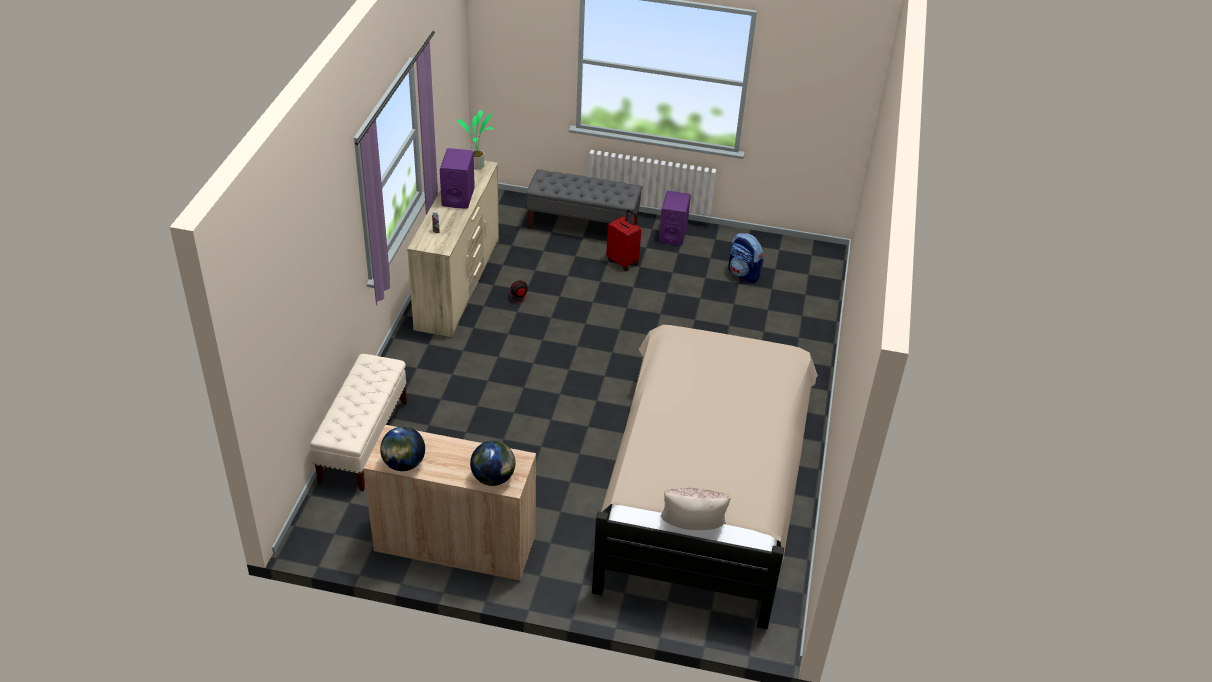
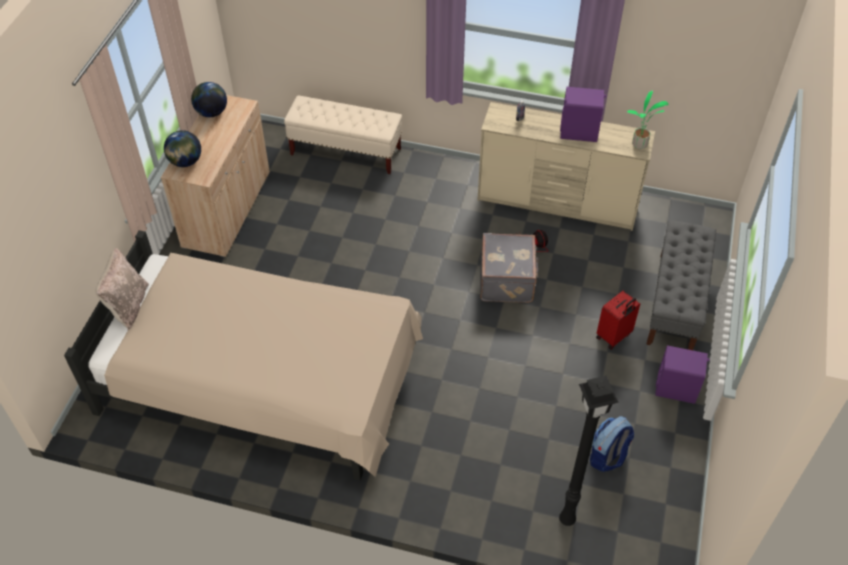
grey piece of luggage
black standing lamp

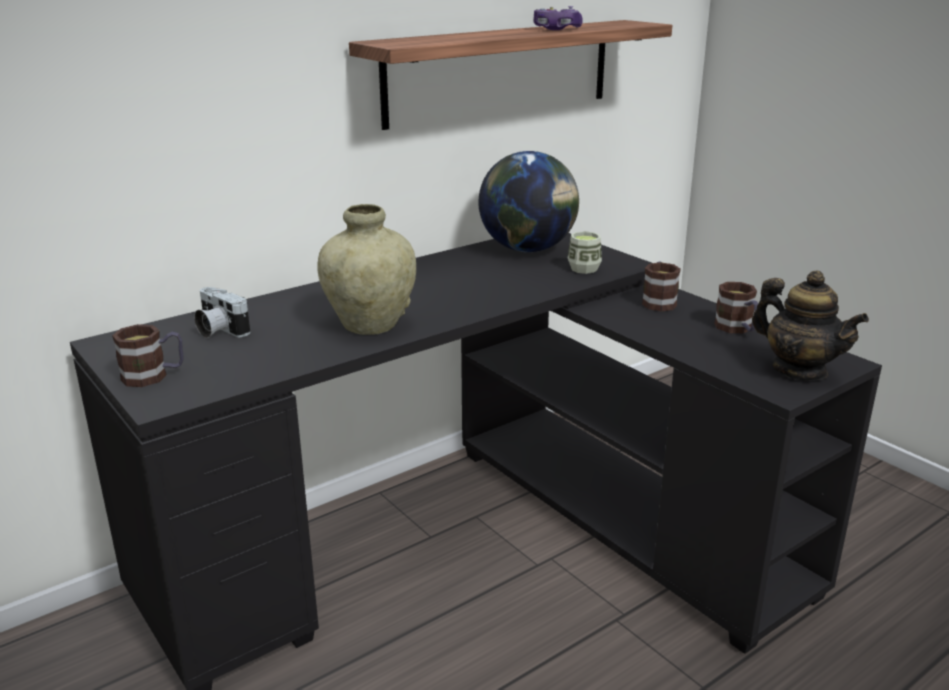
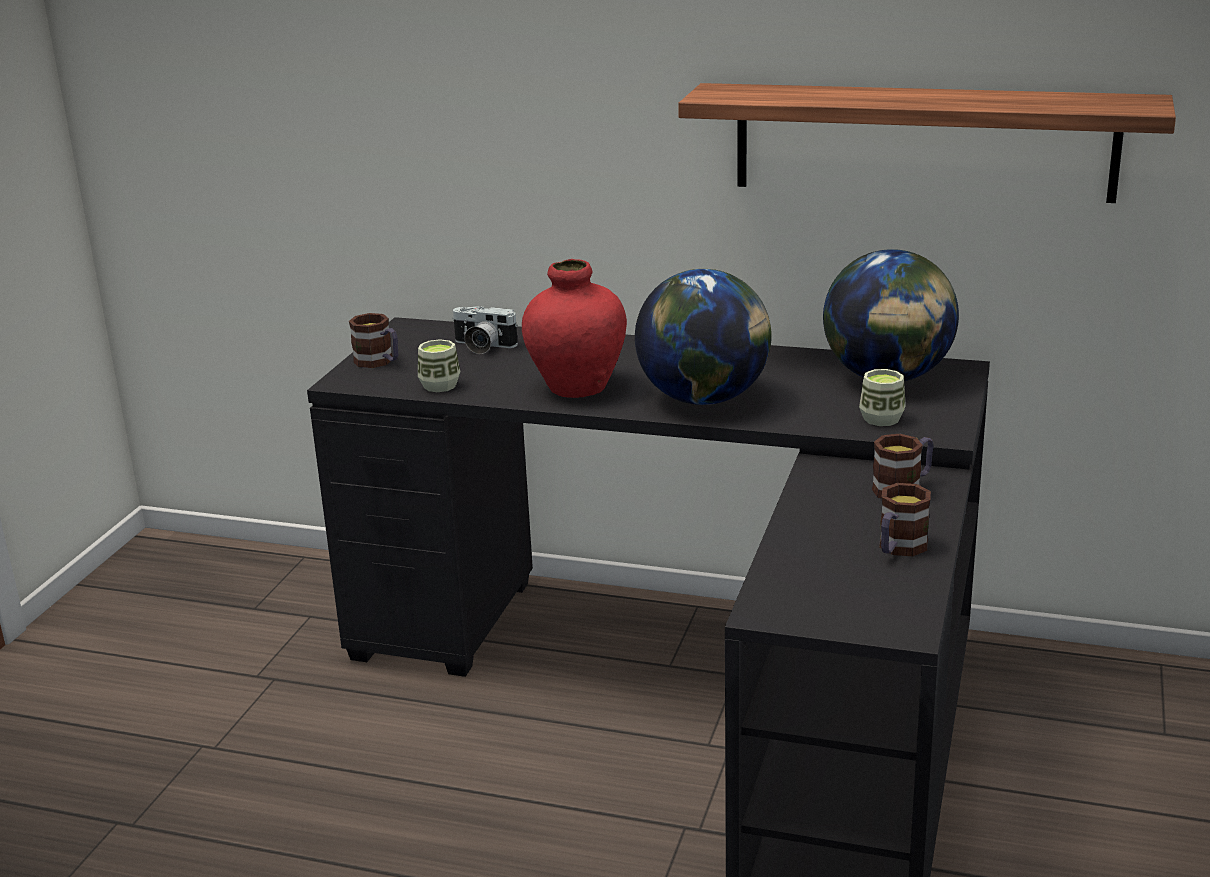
game controller
red-coloured decorative vase
tea pot
photo camera
desk globe (no. 1 from left)
drinking cup (no. 1 from left)

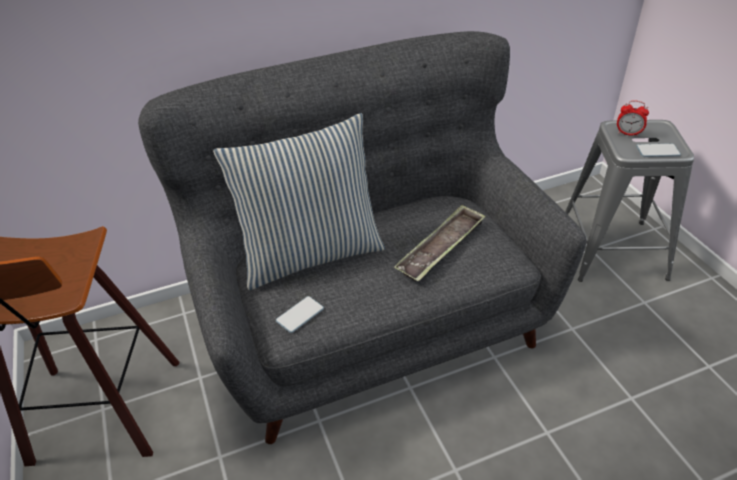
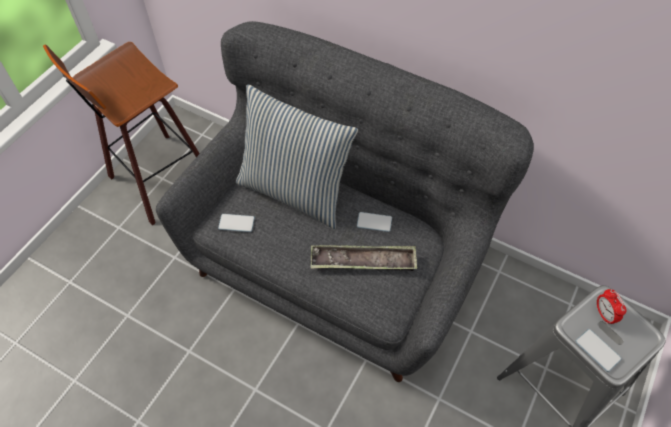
telephone (no. 2 from left)

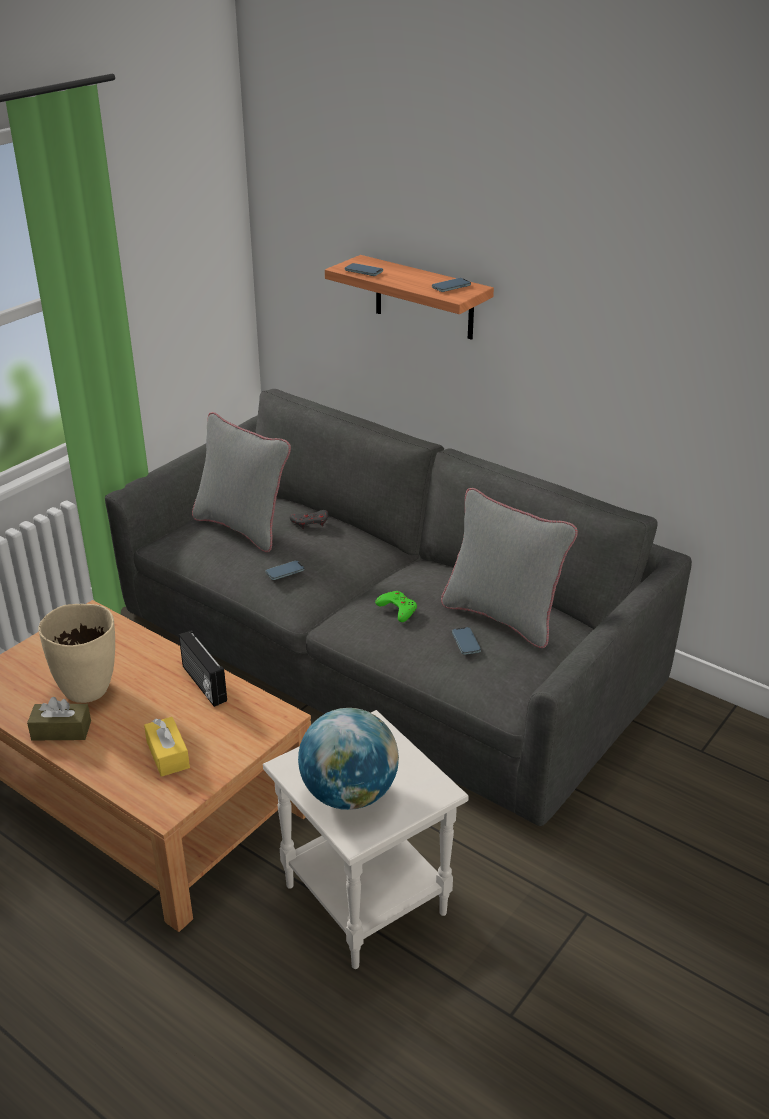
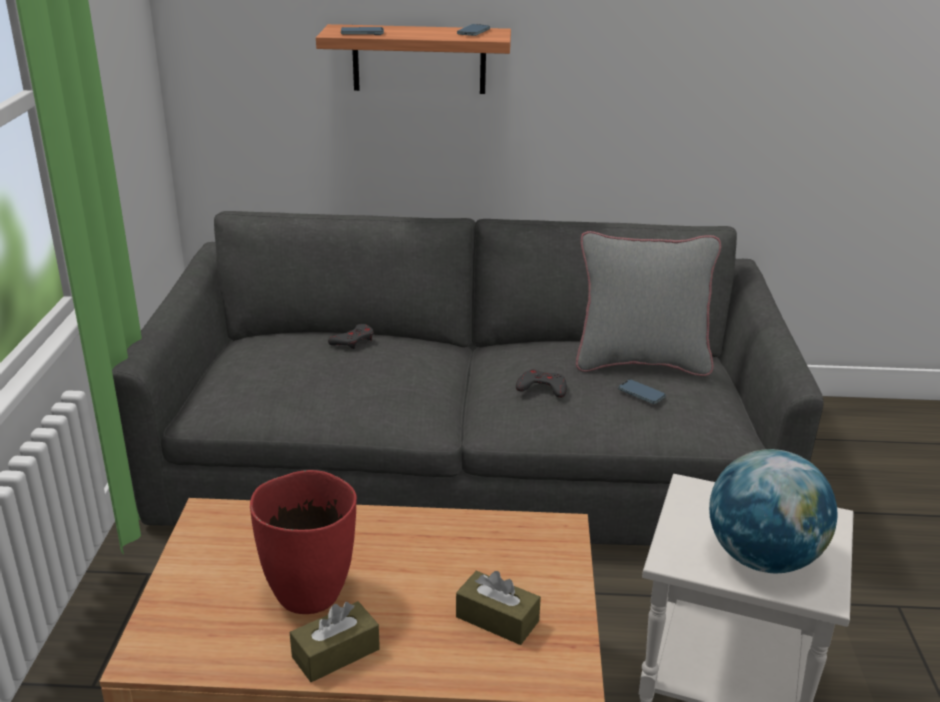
grey throw pillow (no. 1 from left in the first image)
telephone (no. 1 from left in the first image)
grey game controller (no. 2 from left)
red-coloured decorative vase
radio
brown-coloured tissue box (no. 2 from left)

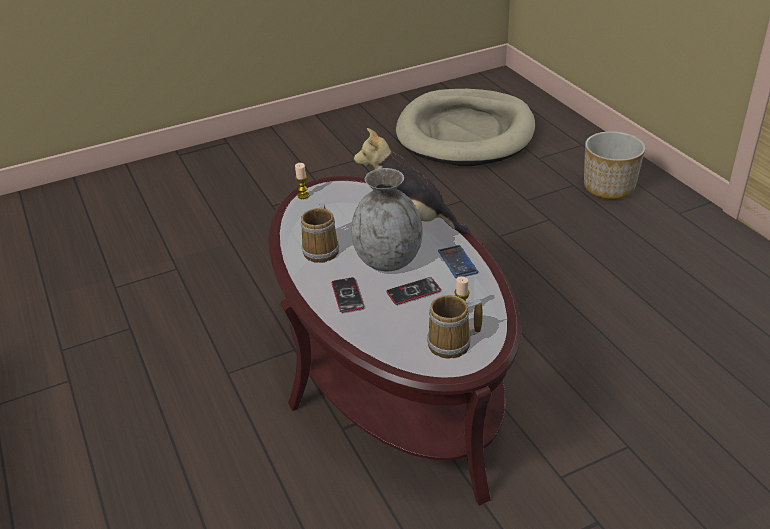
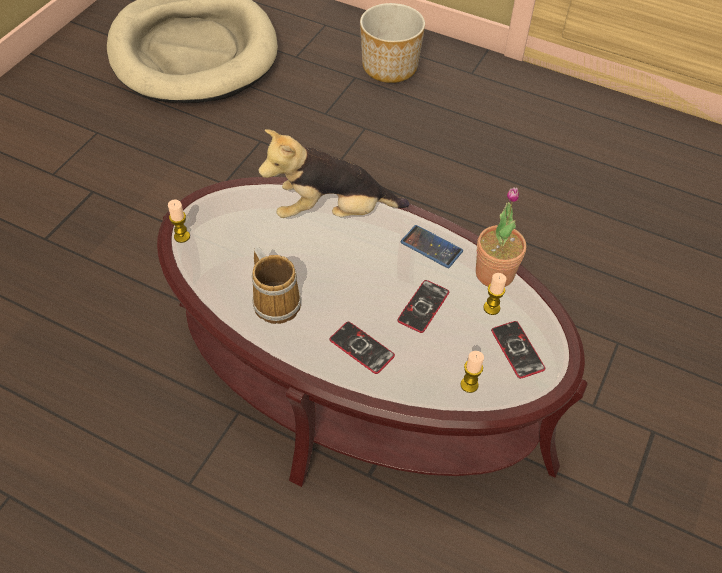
grey decorative vase
telephone (no. 4 from left)
plant in a pot
candle (no. 2 from left)

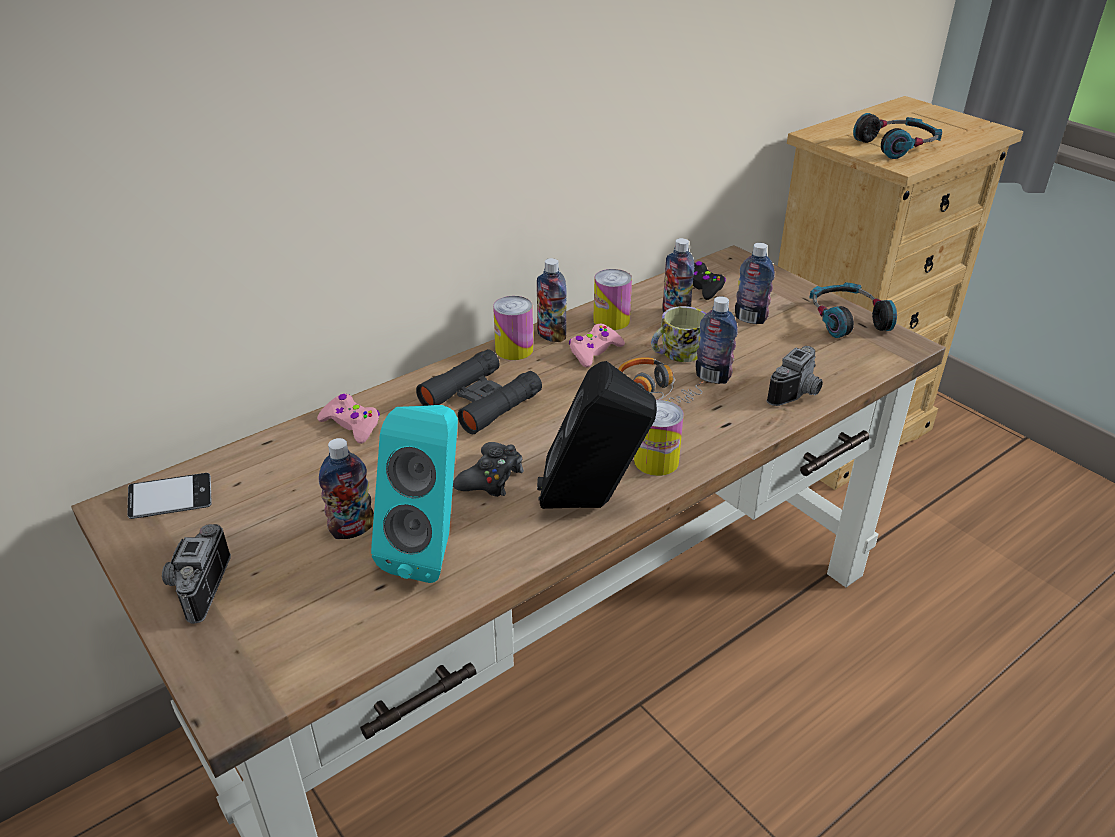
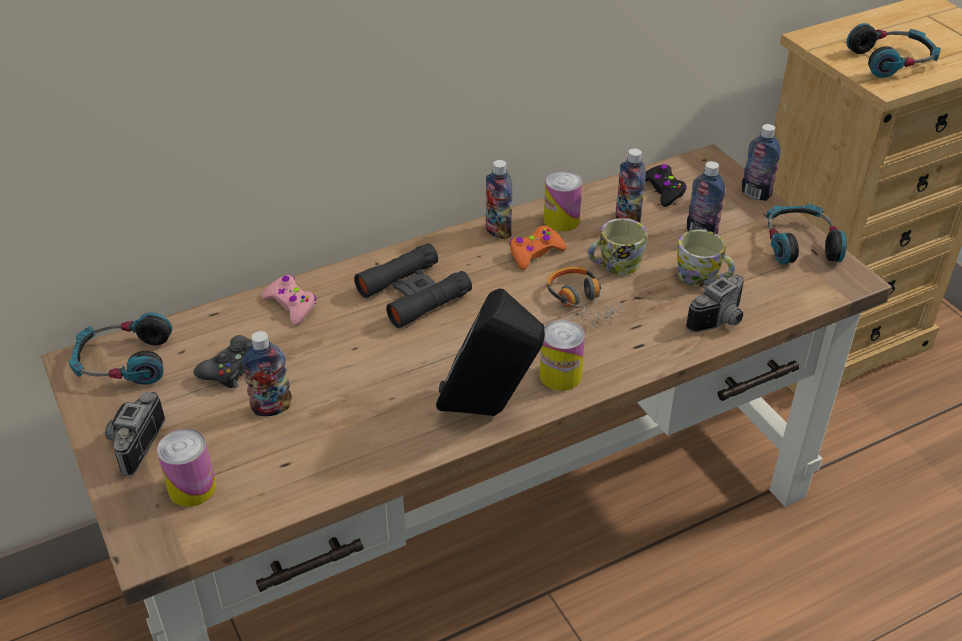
can (no. 1 from left)
beverage bottle (no. 5 from left)
orange-coloured game controller
turquoise-coloured audio speaker
black game controller (no. 1 from left)
pair of headphones (no. 1 from left)
tea mug (no. 2 from left)

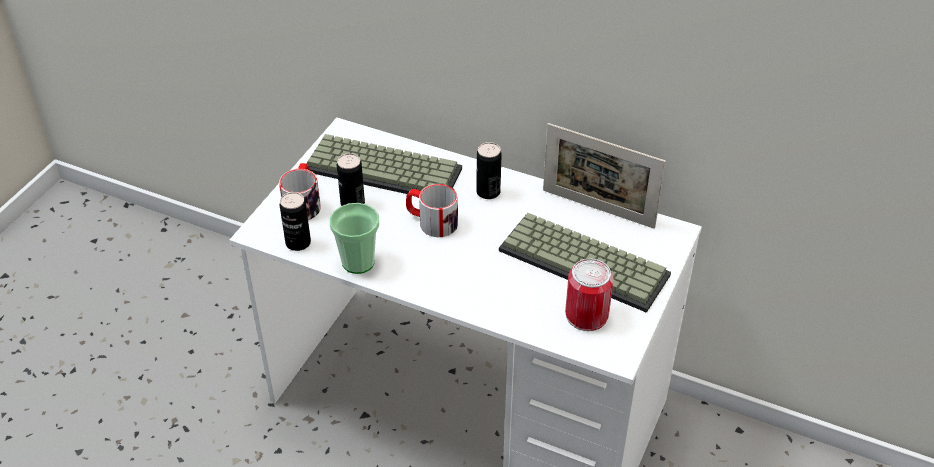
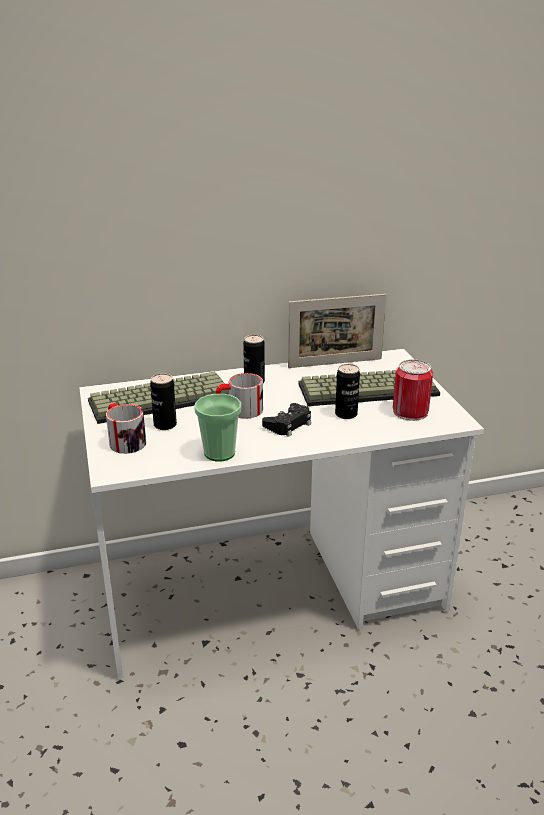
can (no. 3 from left)
black game controller

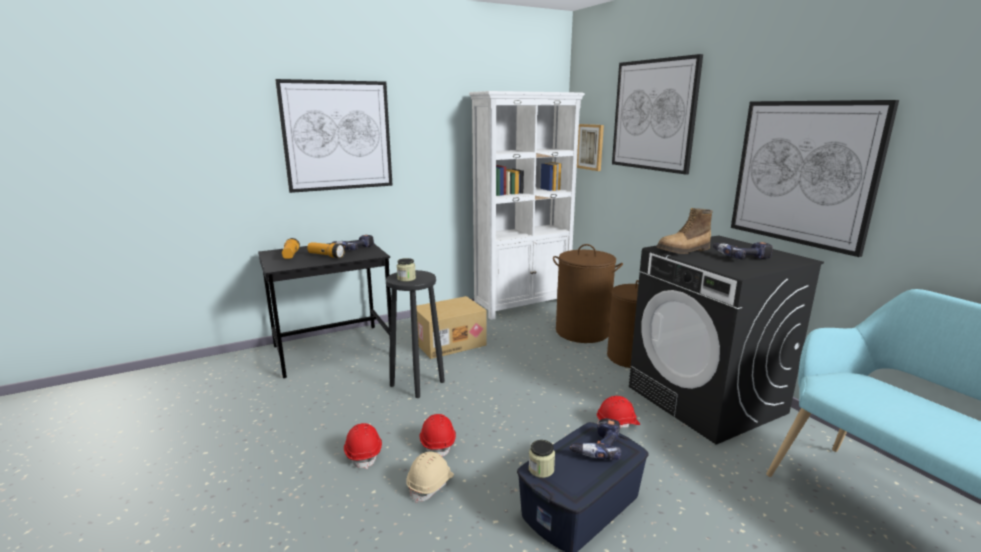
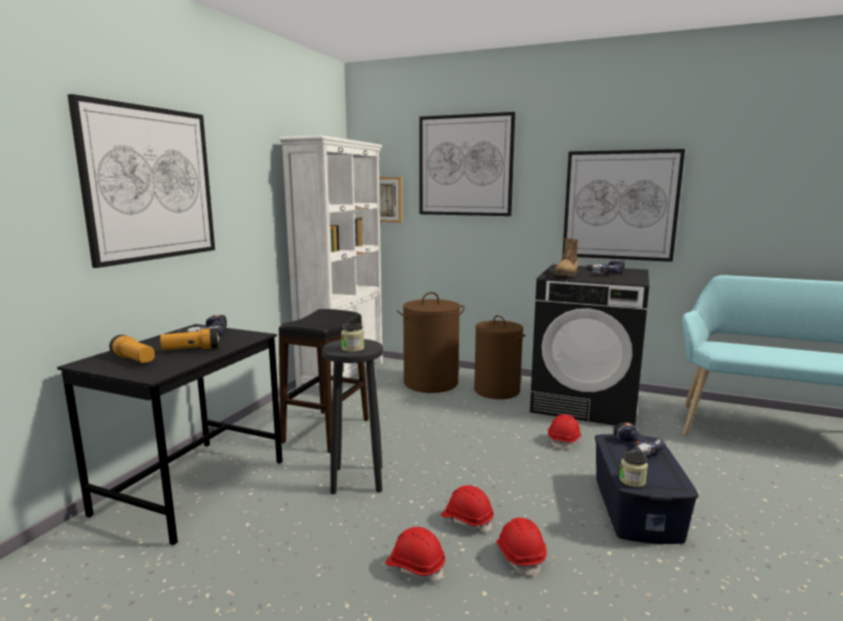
black sitting stool (no. 1 from left)
red-coloured hard hat (no. 3 from left)

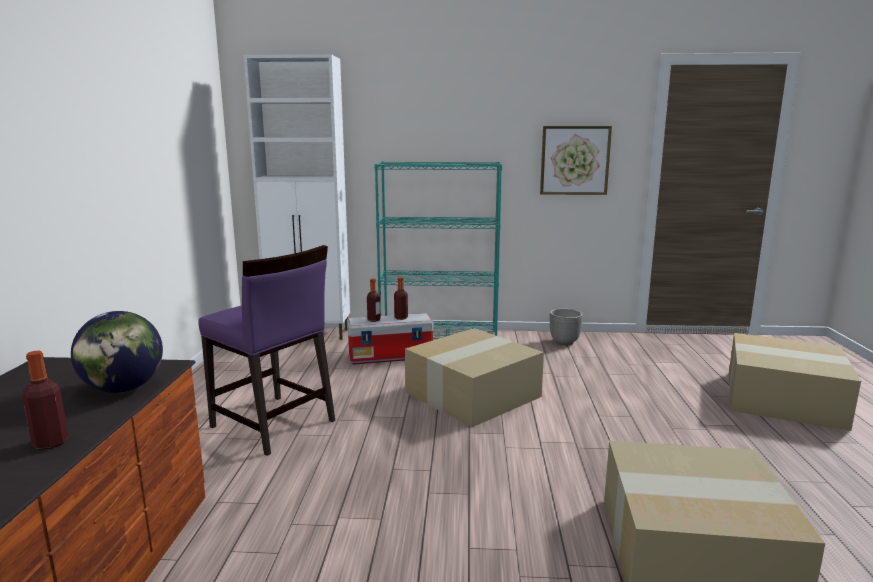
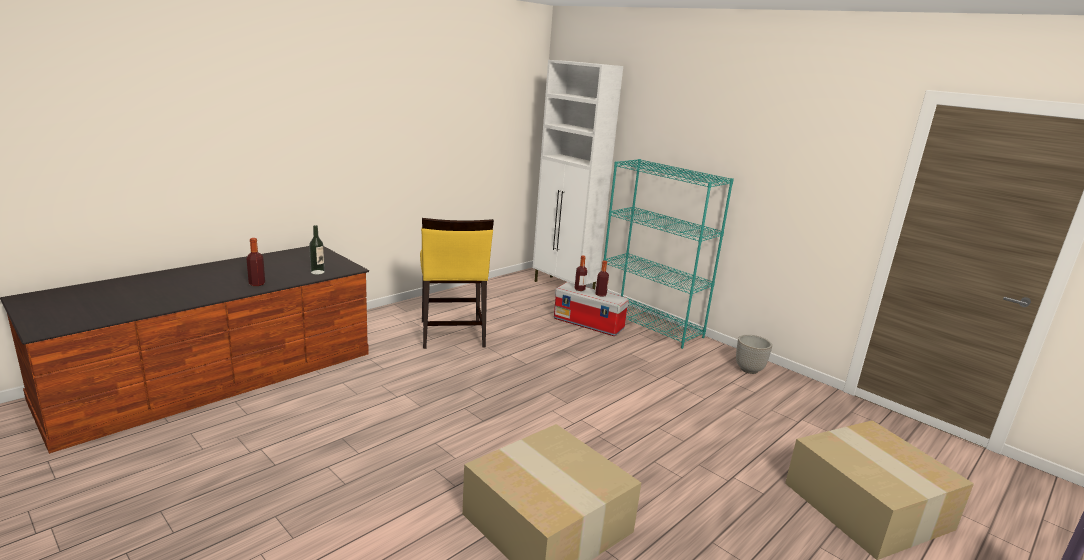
wall picture
yellow plain chair
beverage bottle (no. 2 from left)
packing box (no. 1 from left in the first image)

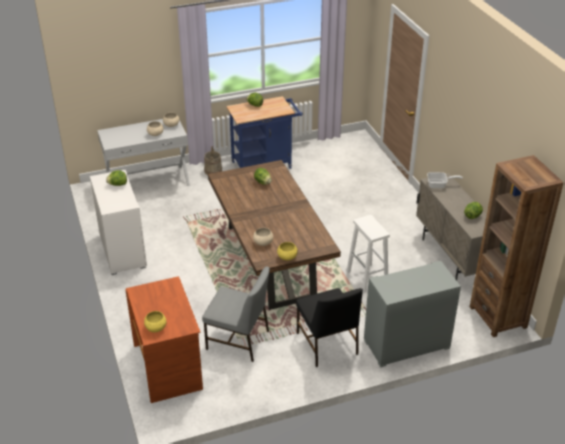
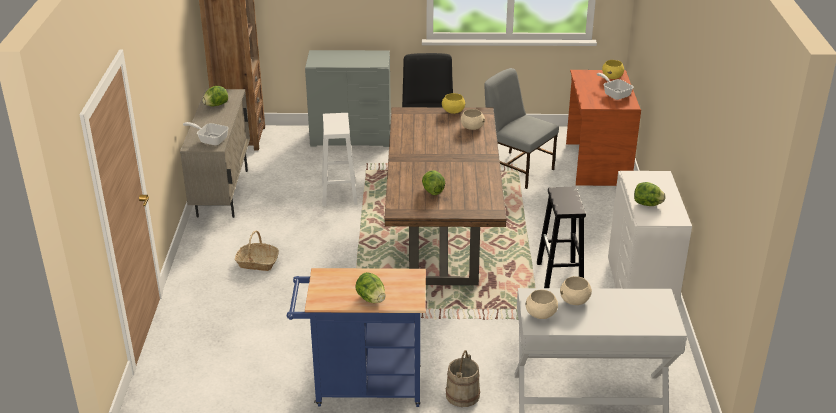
frying pan (no. 2 from left)
black sitting stool
storage basket

